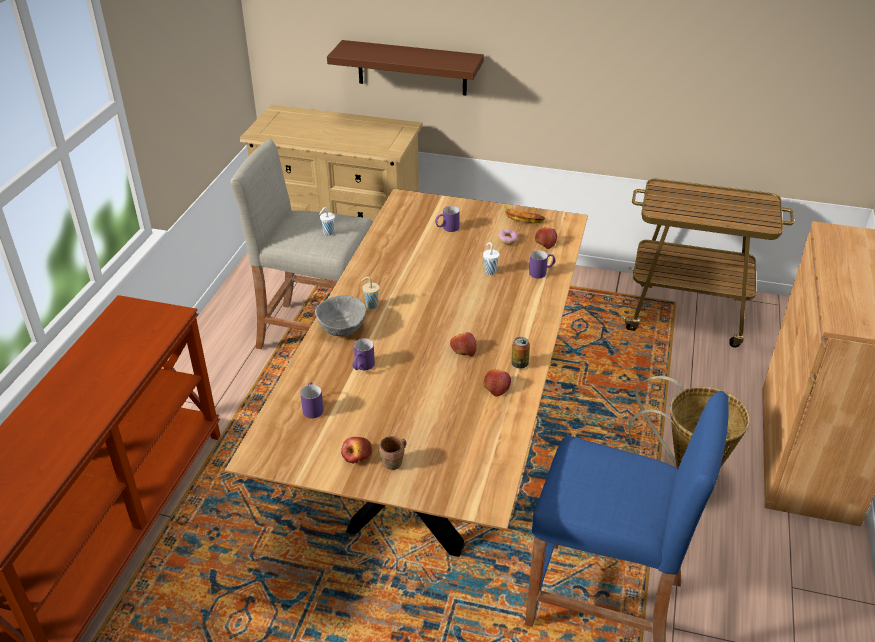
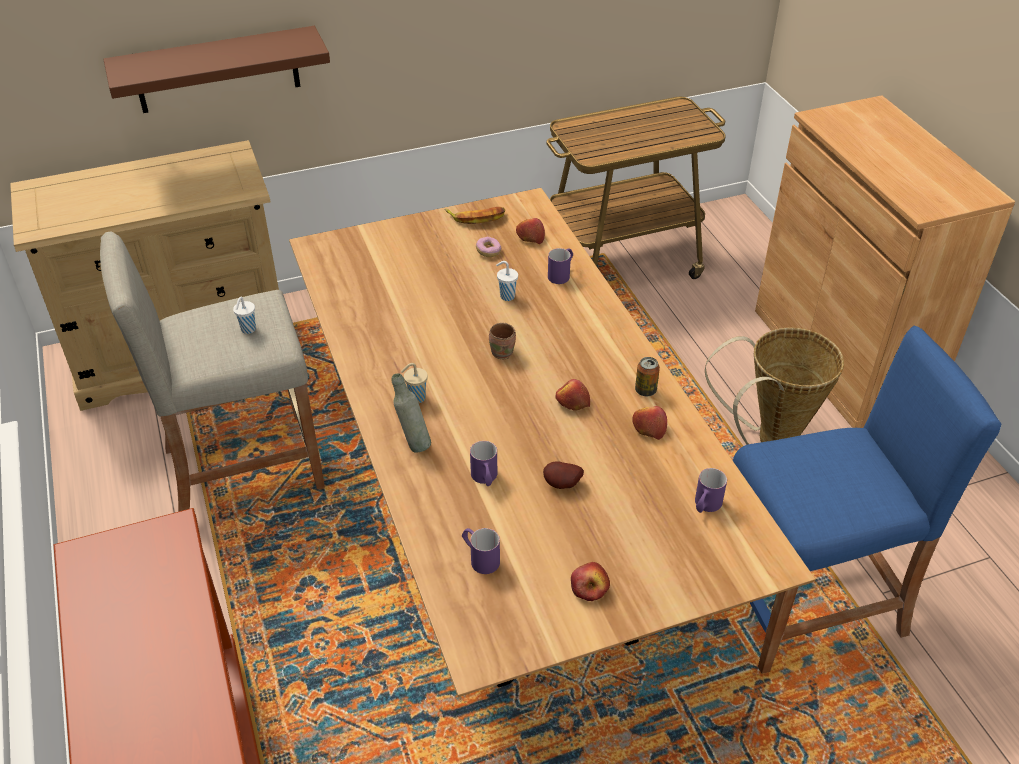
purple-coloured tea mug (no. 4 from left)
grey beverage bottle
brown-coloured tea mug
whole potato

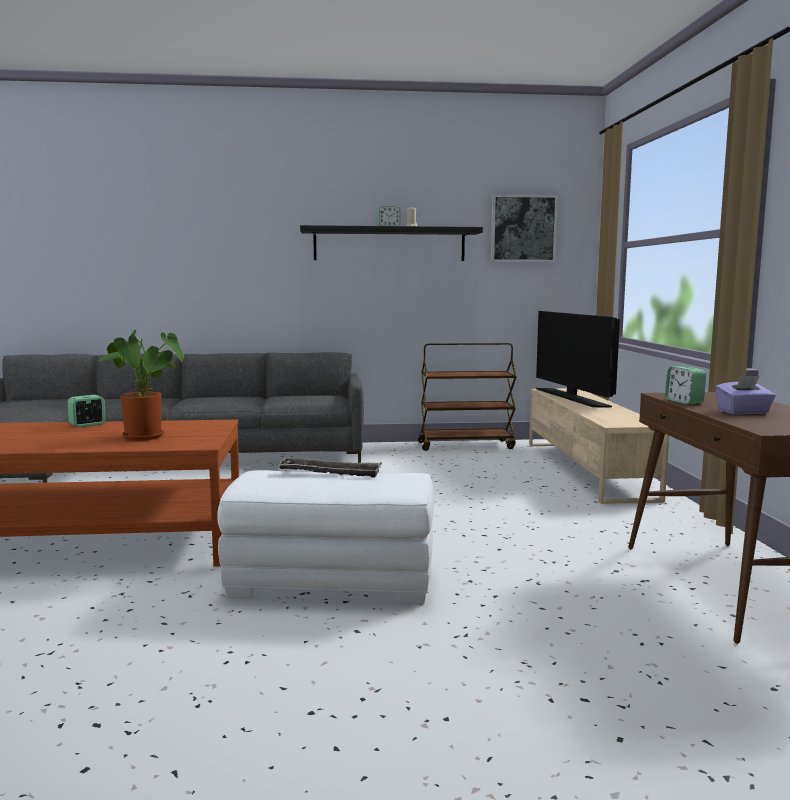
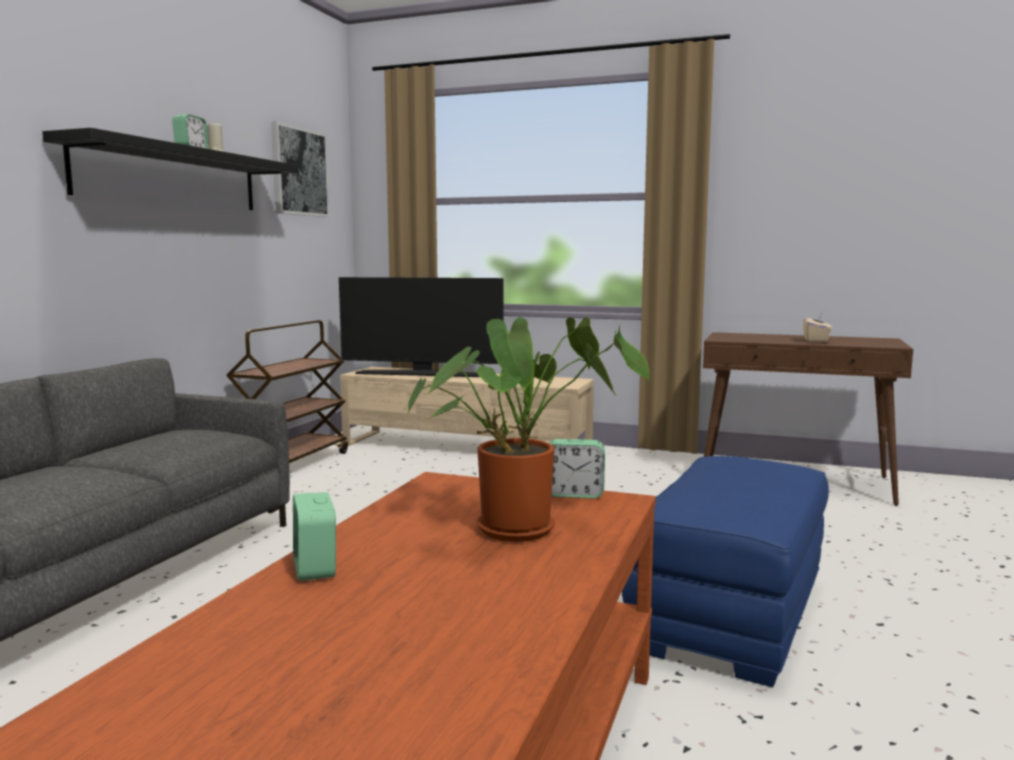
table clock (no. 3 from left)
sand-coloured tissue box
serving tray
bluish ottoman

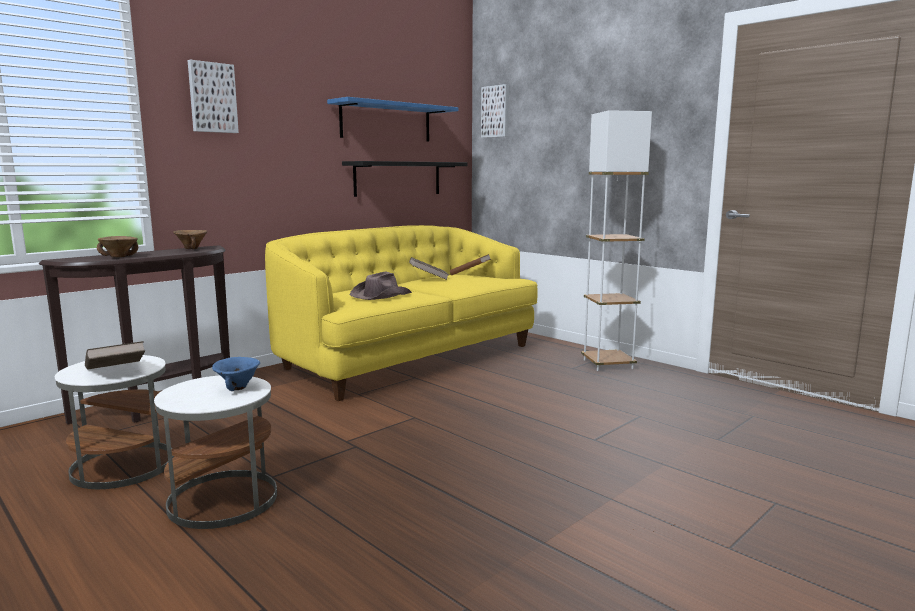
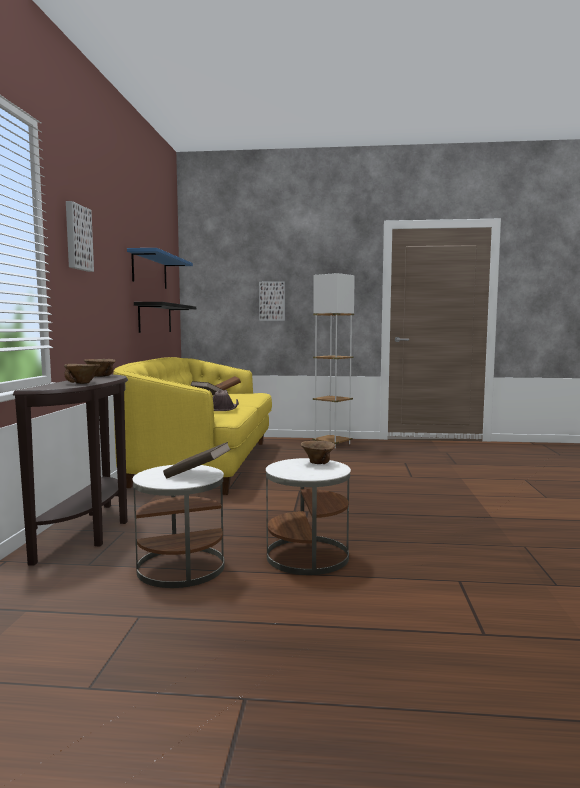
wall picture (no. 2 from left)
brown-coloured deep dish (no. 3 from left)

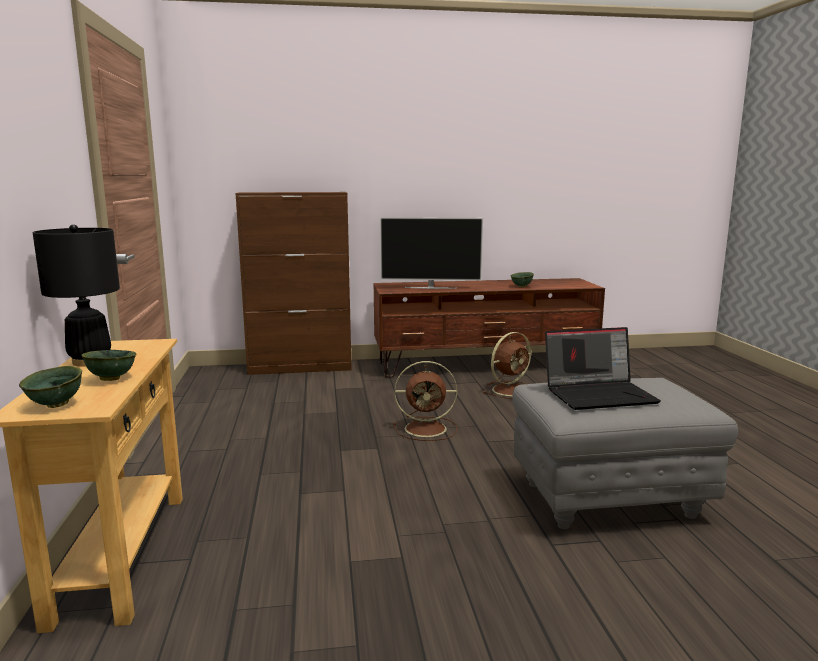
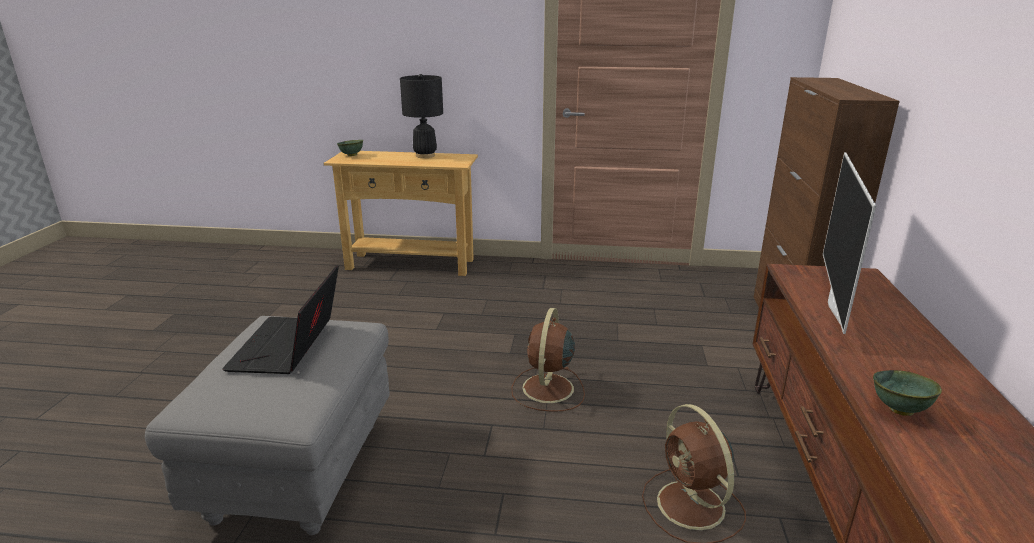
green-coloured deep dish (no. 2 from left in the first image)

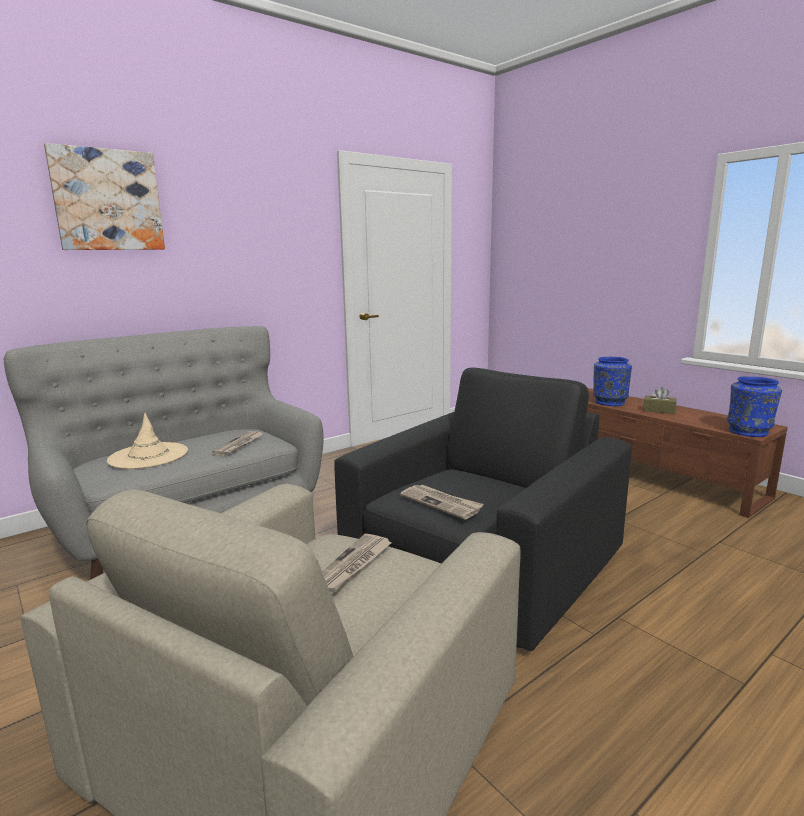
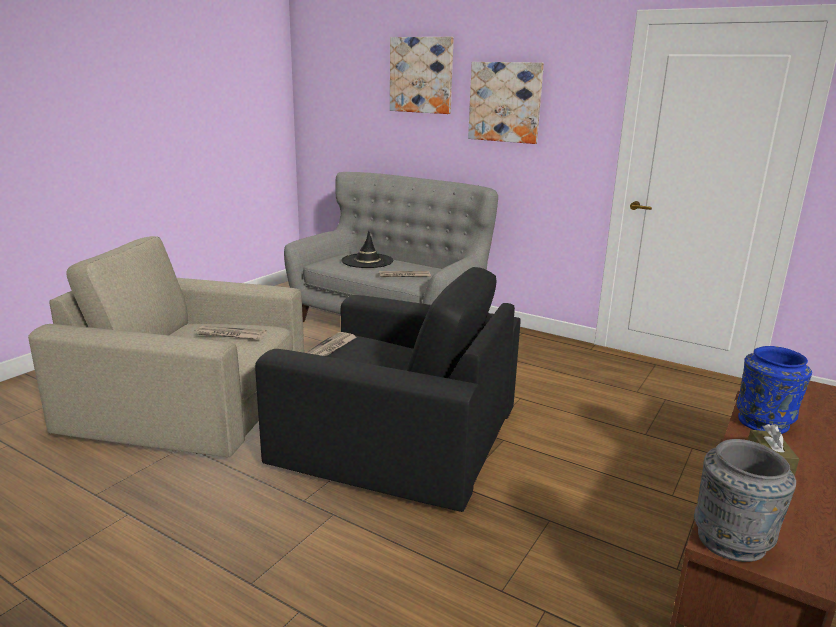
grey decorative vase
black clothing hat
wall picture (no. 2 from left)

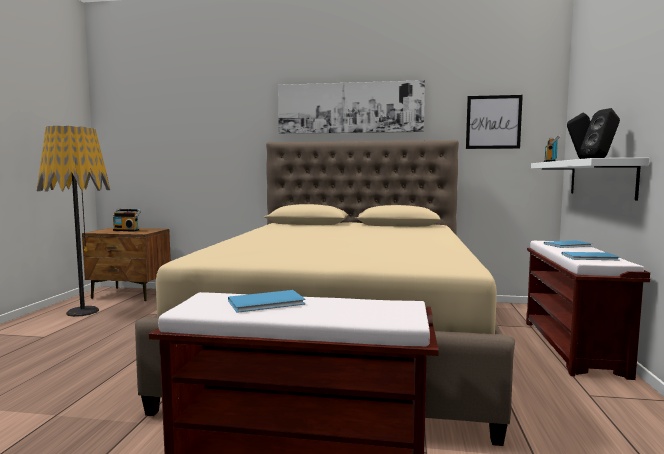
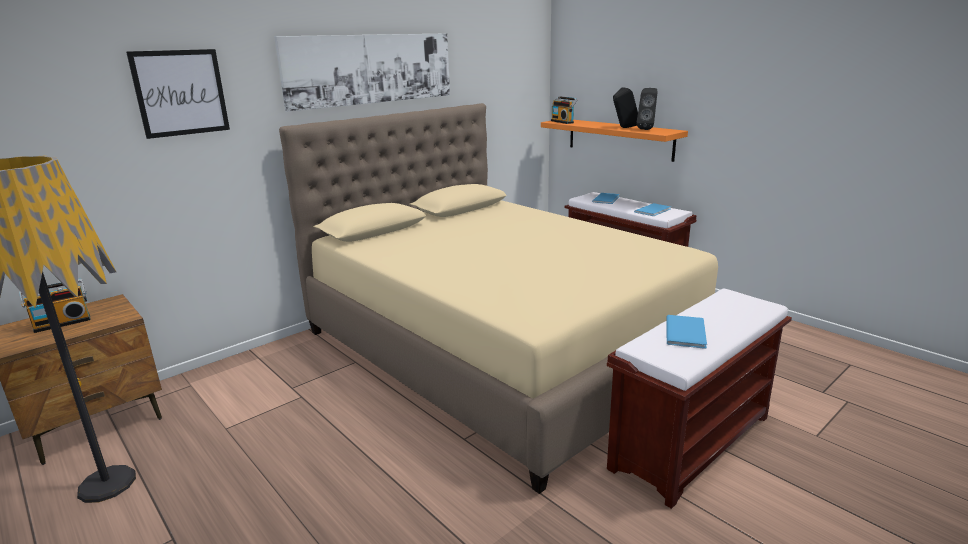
wall picture (no. 1 from left)
orange-coloured wall shelf

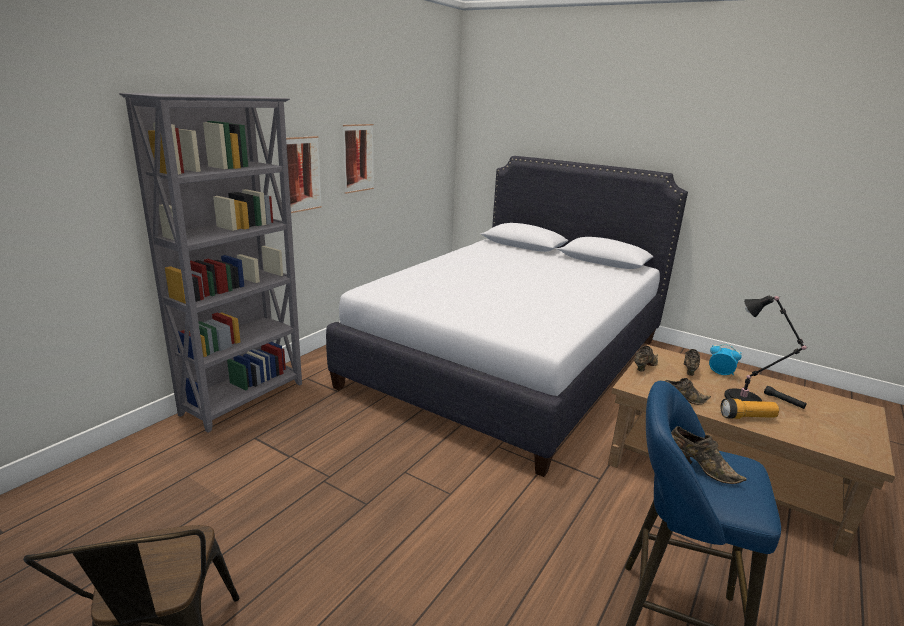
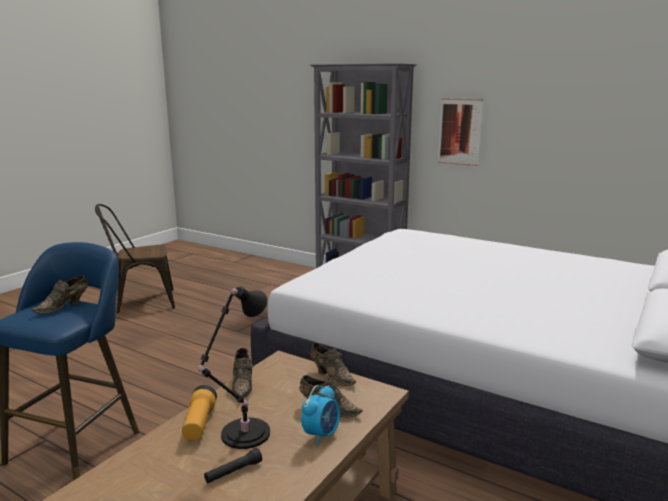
wall picture (no. 2 from left in the first image)

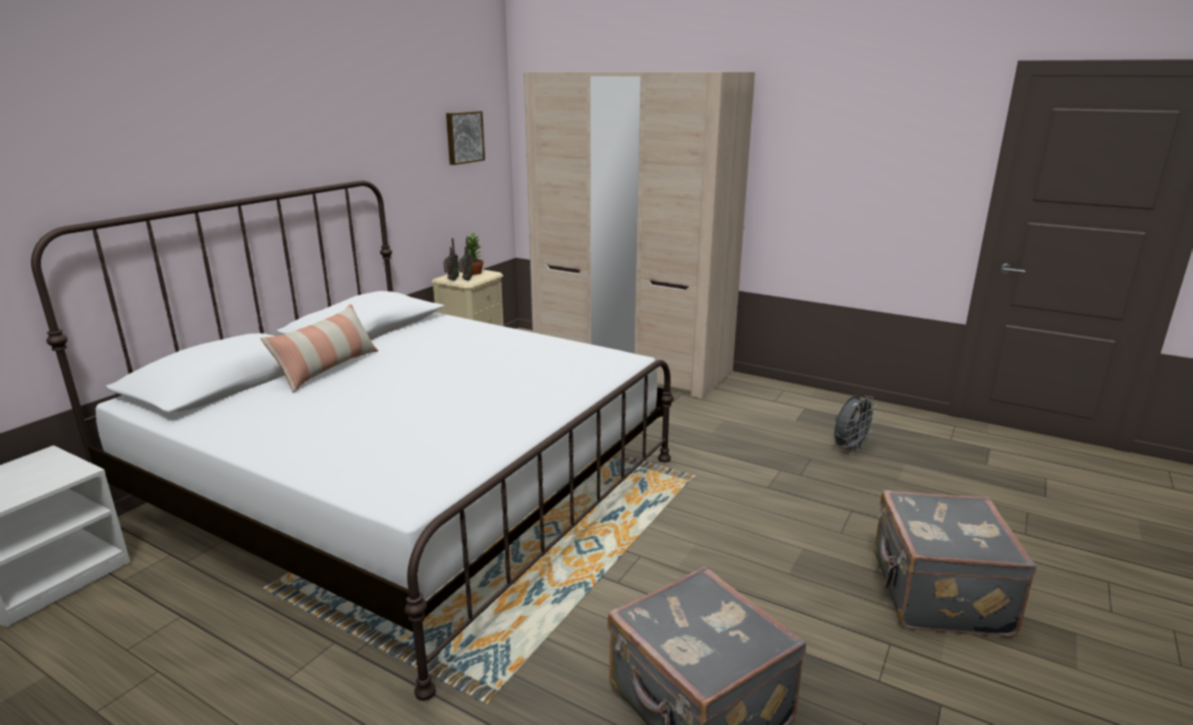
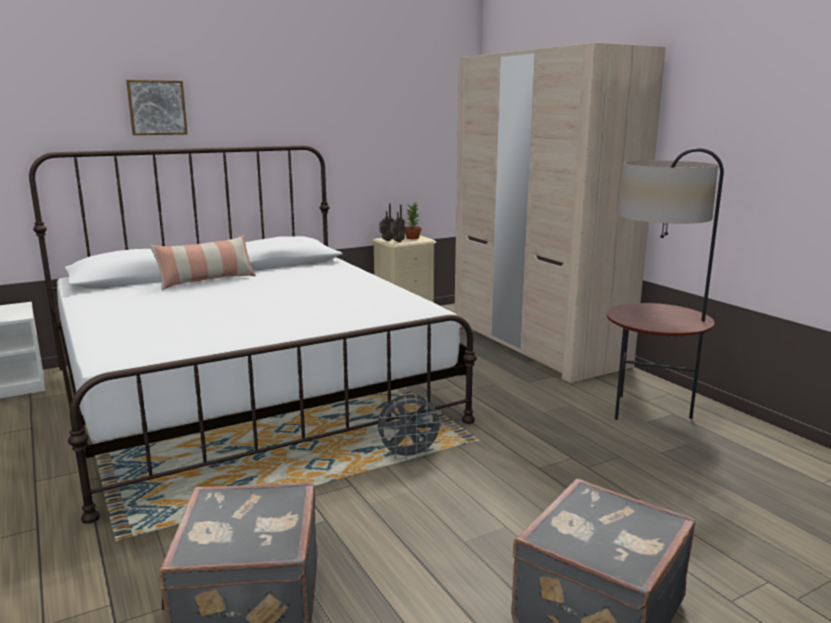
wall picture
grey electric fan
standing lamp

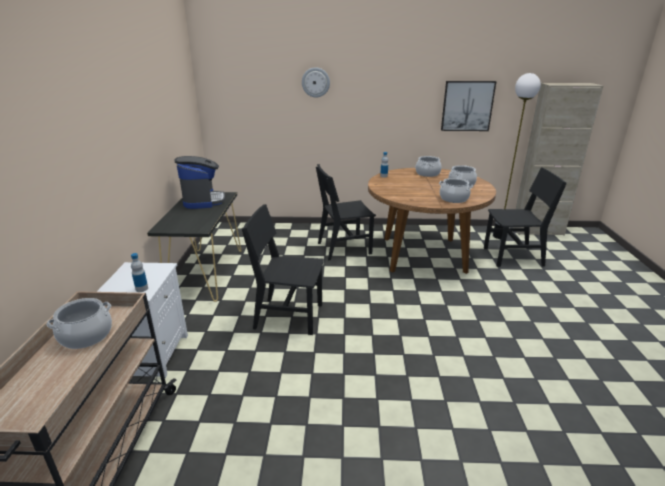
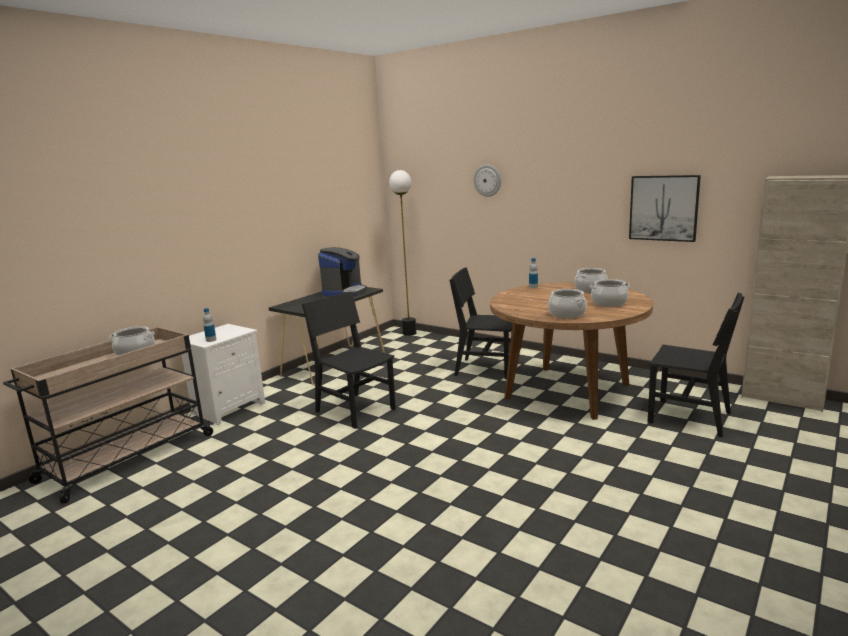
standing lamp

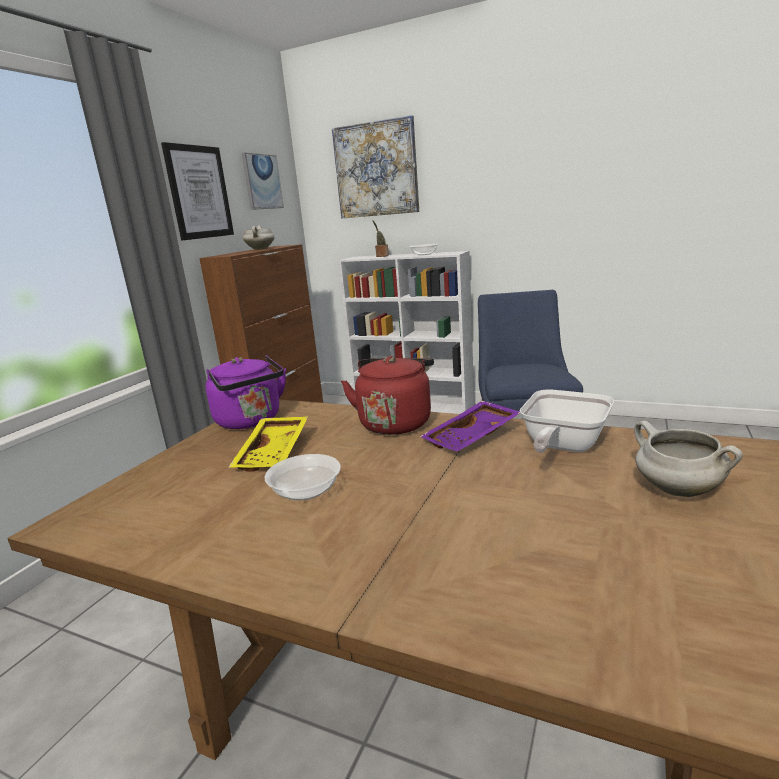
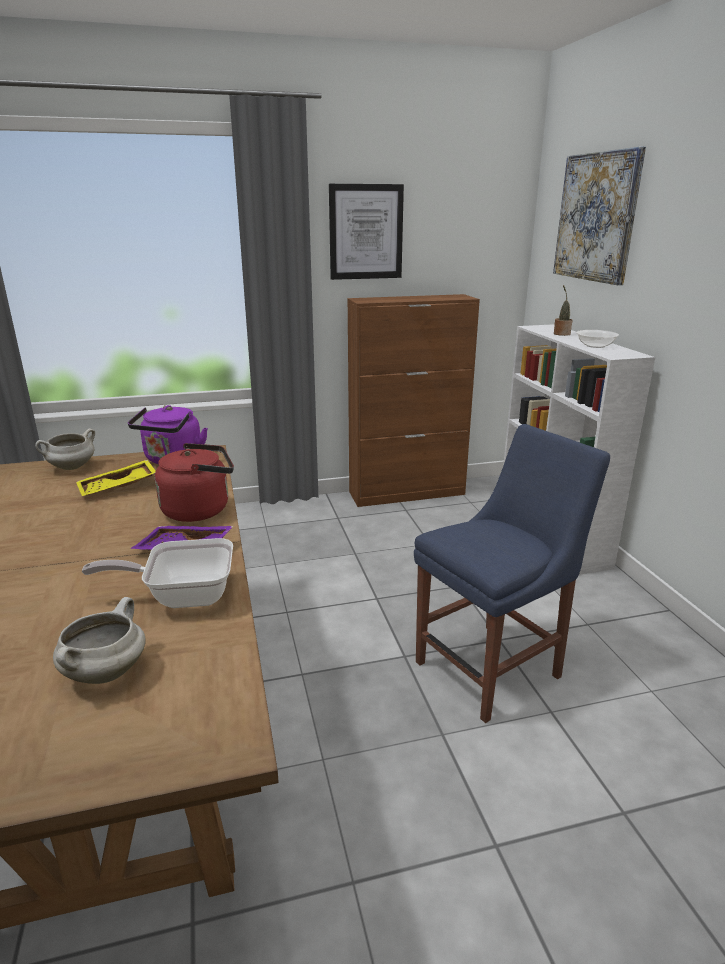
wall picture (no. 2 from left in the first image)
whitish stockpot (no. 1 from left)
deep dish (no. 1 from left in the first image)

